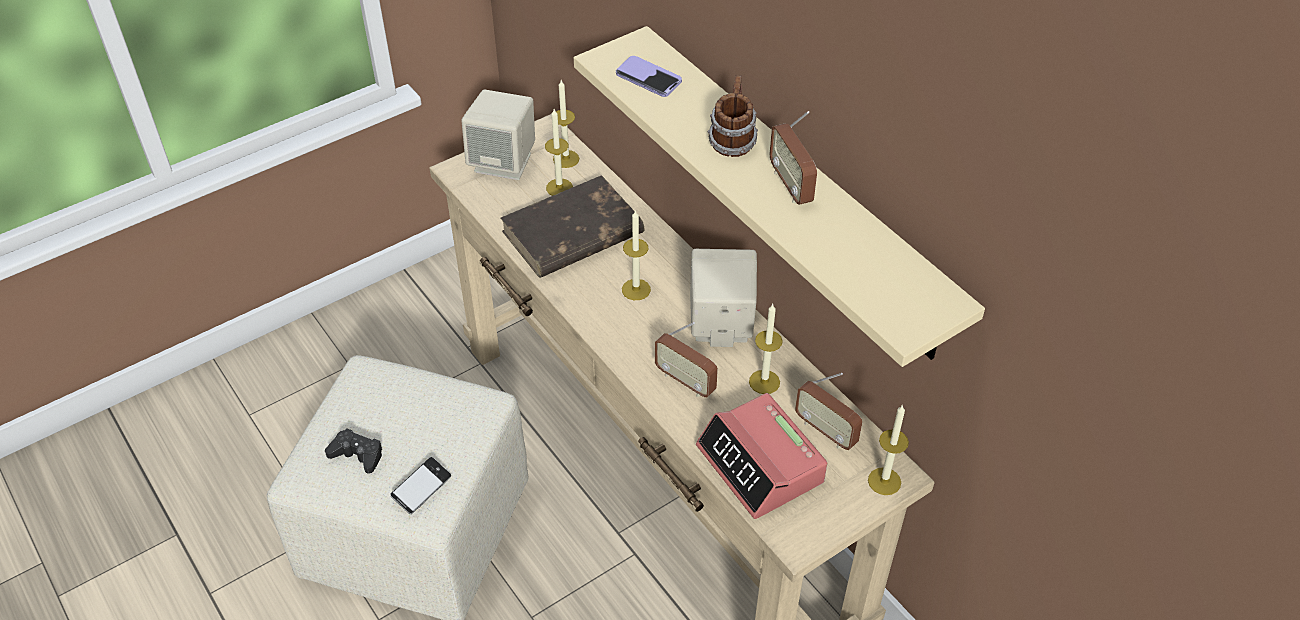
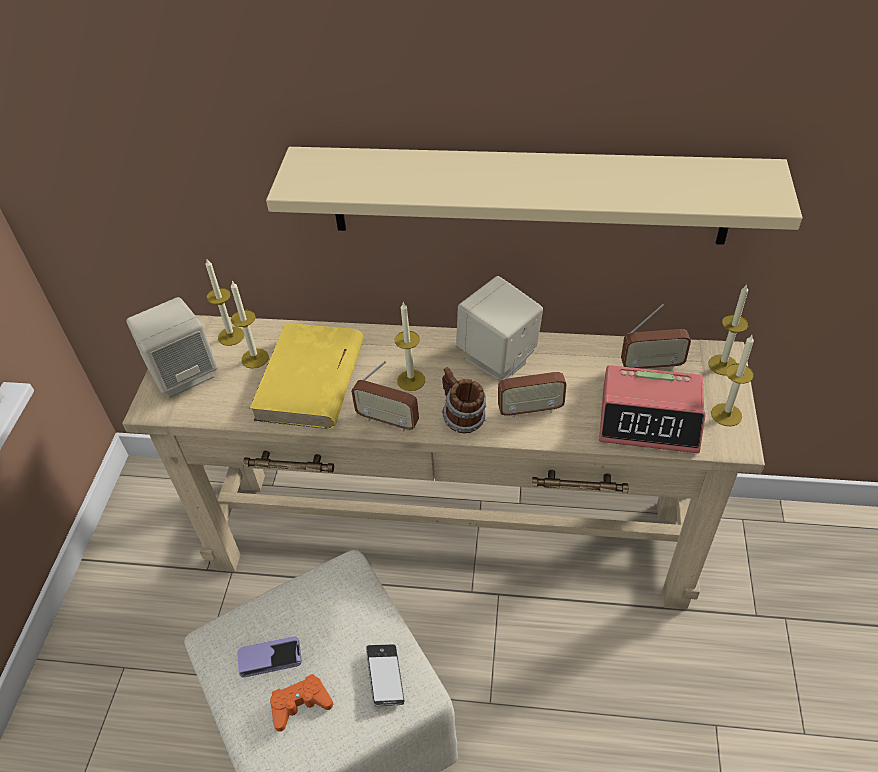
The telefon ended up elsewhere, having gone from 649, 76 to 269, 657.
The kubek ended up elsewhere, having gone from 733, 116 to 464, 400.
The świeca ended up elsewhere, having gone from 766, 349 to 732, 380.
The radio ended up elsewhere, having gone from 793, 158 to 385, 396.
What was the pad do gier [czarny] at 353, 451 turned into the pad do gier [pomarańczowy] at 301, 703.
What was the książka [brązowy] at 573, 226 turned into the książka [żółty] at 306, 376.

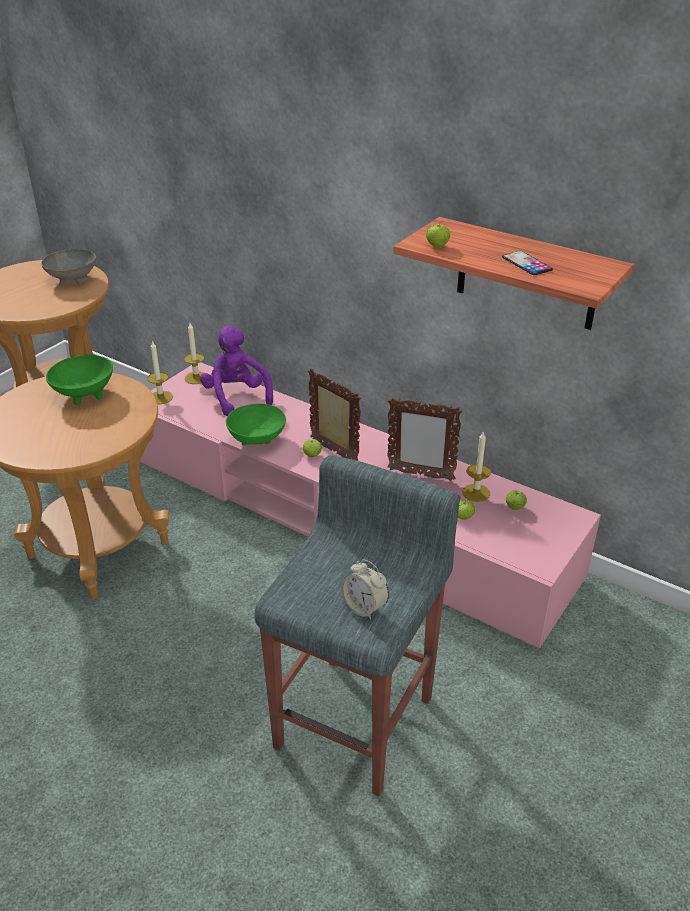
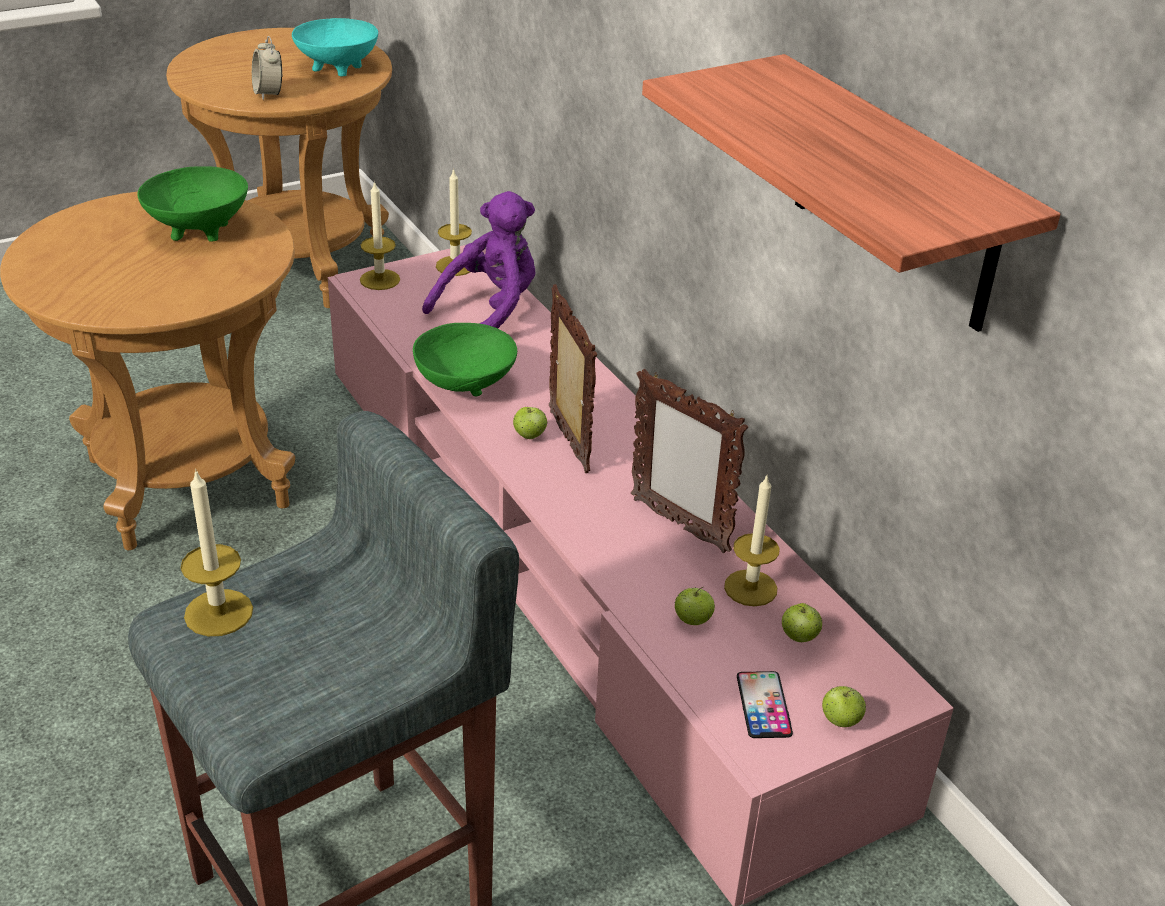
The second view gained the świeca at 217, 552.
The budzik ended up elsewhere, having gone from 365, 589 to 267, 68.
The jabłko ended up elsewhere, having gone from 438, 234 to 844, 706.
The telefon ended up elsewhere, having gone from 527, 263 to 765, 704.
What was the miska [szary] at 68, 267 turned into the miska [turkusowy] at 335, 47.
The pluszak [fioletowy] at 236, 371 ended up facing another way, 45 degrees clockwise from before.

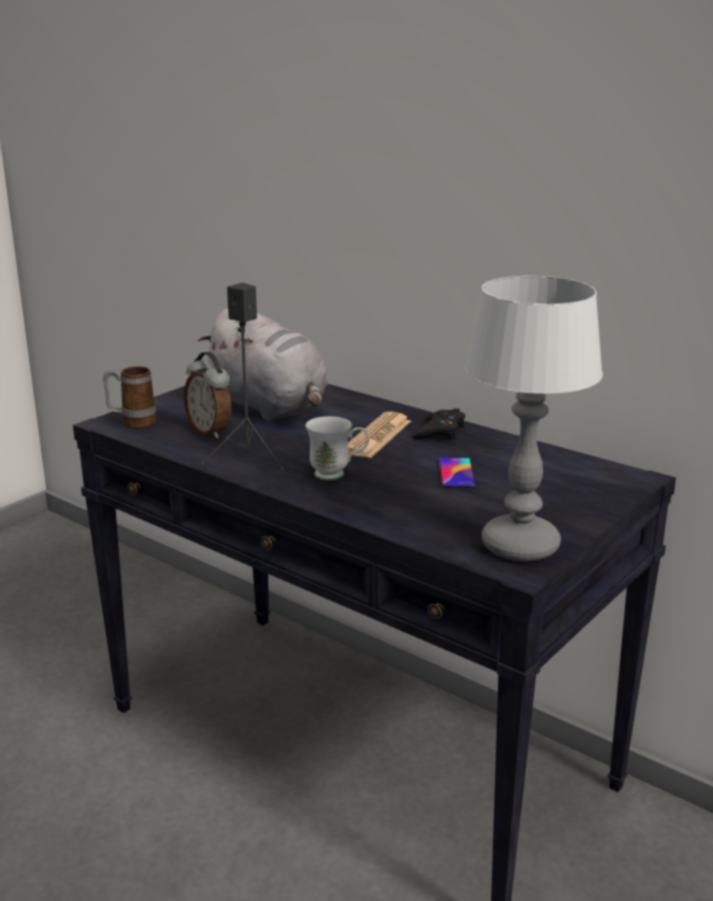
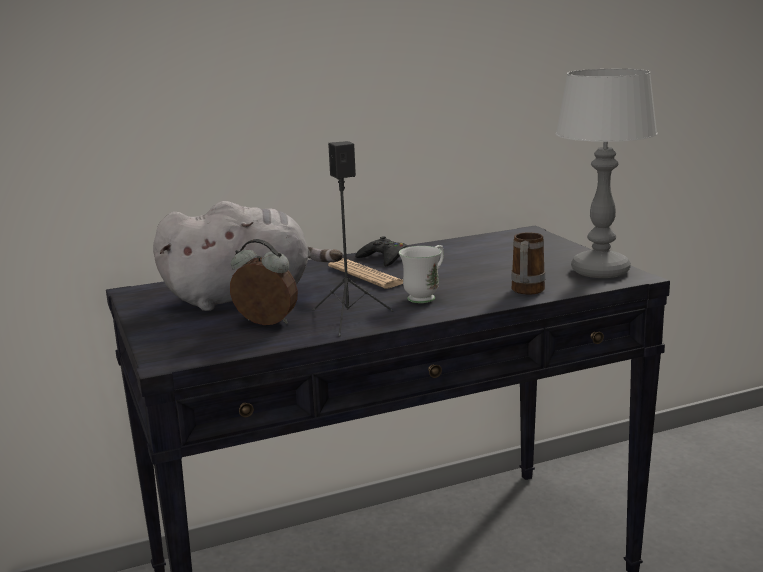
The second view lost the telefon at 456, 473.
The kubek ended up elsewhere, having gone from 129, 397 to 528, 263.
The budzik at 207, 395 ended up facing another way, 150 degrees counterclockwise from before.

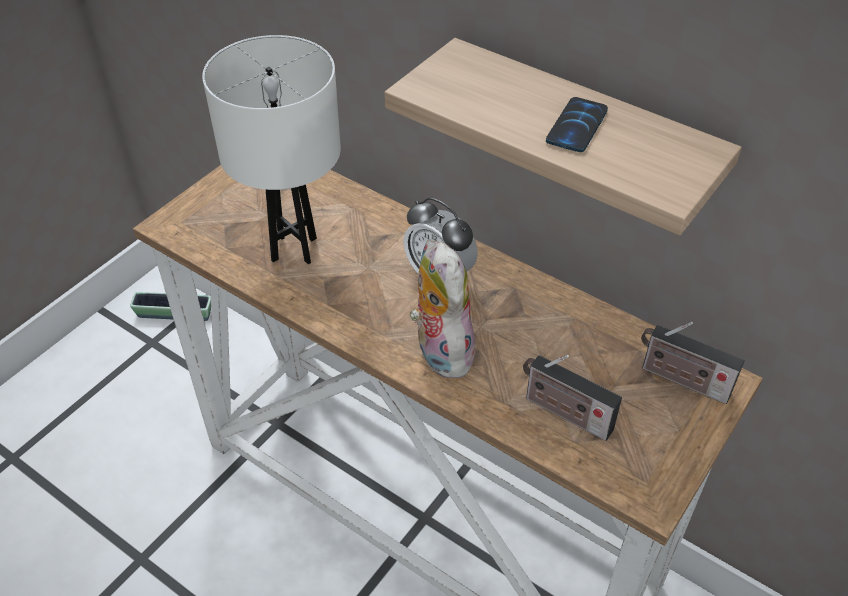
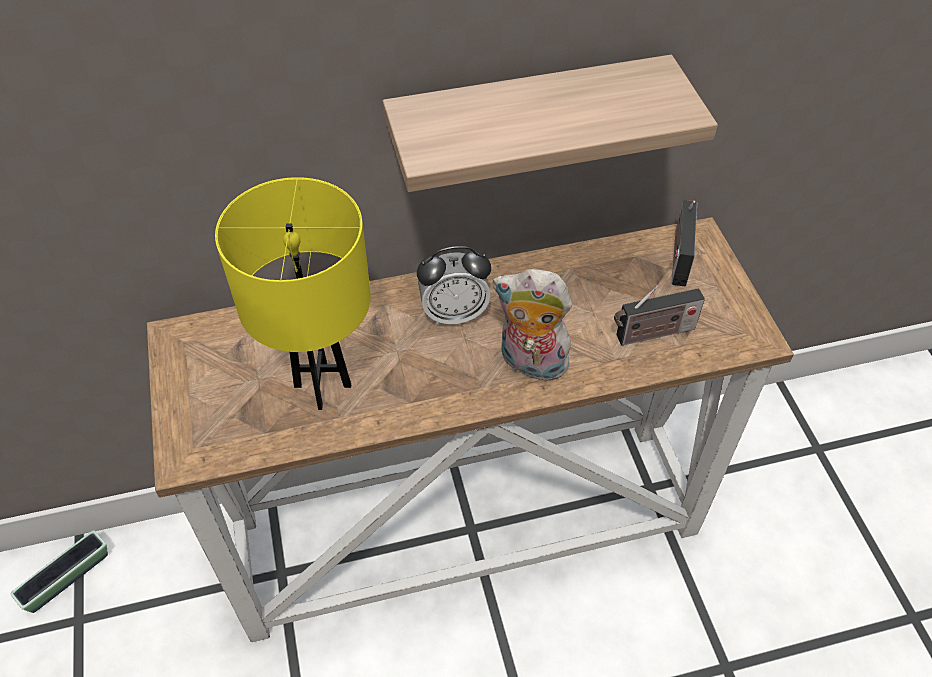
The second view lost the telefon at 577, 124.
What was the lampa stołowa [biały] at 271, 149 turned into the lampa stołowa [żółty] at 293, 293.
The radio at 693, 363 ended up facing another way, 120 degrees clockwise from before.

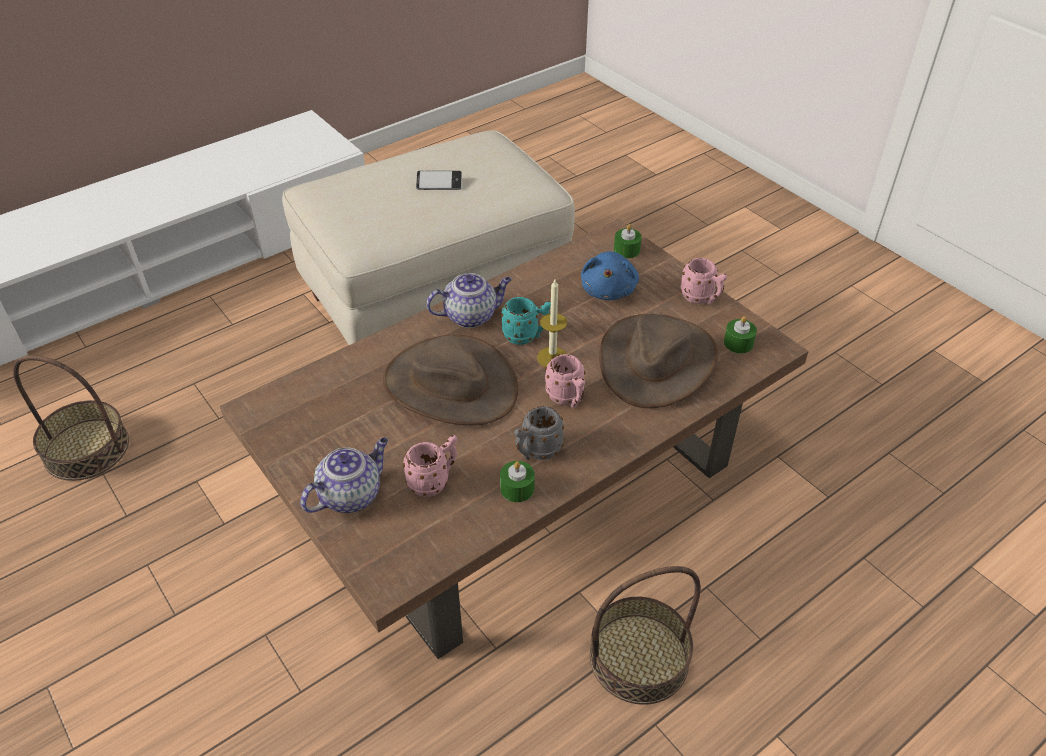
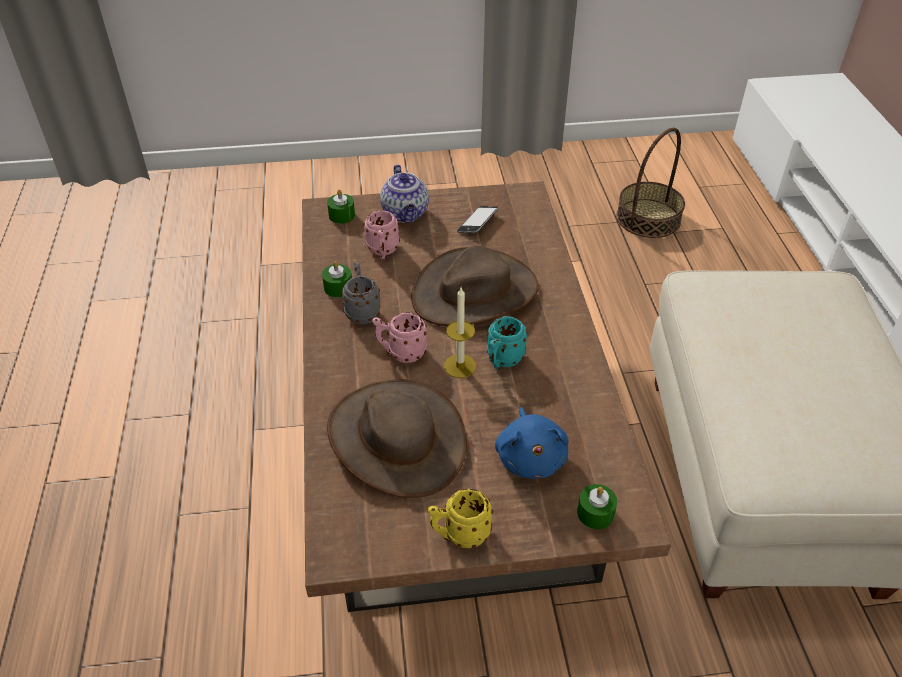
The second view lost the imbryk at 469, 300.
The second view lost the koszyk at 645, 635.
The telefon ended up elsewhere, having gone from 439, 180 to 478, 219.
The świeca [zielony] ended up elsewhere, having gone from 740, 334 to 341, 206.
What was the kubek [różowy] at 704, 281 turned into the kubek [żółty] at 460, 518.
The pluszak [niebieski] at 610, 275 ended up facing another way, 135 degrees counterclockwise from before.

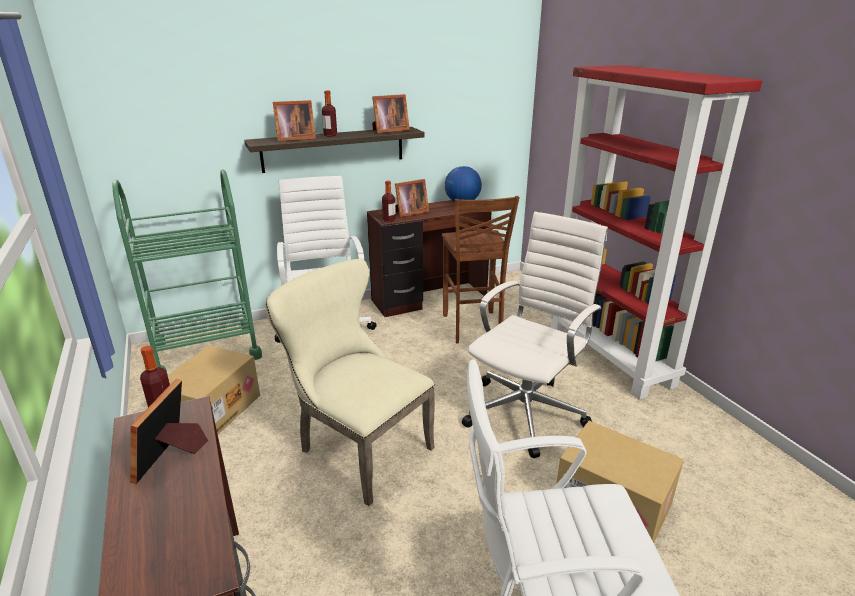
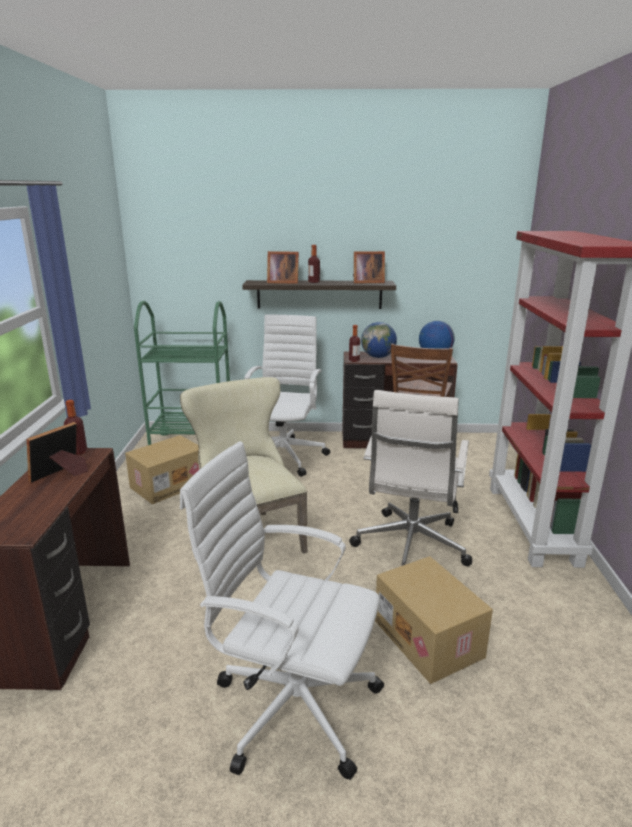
Where the ramka na zdjęcie stood at 412, 198, the globus came to stand at 379, 340.
The krzesło biurowe [biały] at 535, 335 ended up facing another way, 135 degrees clockwise from before.

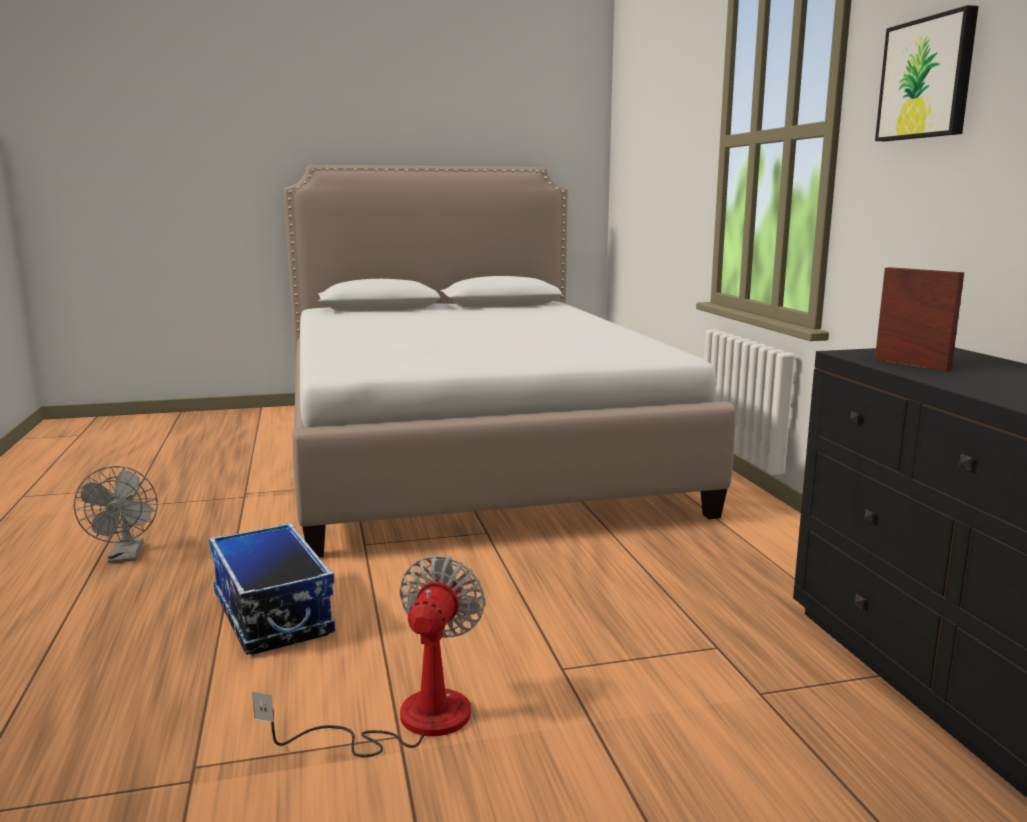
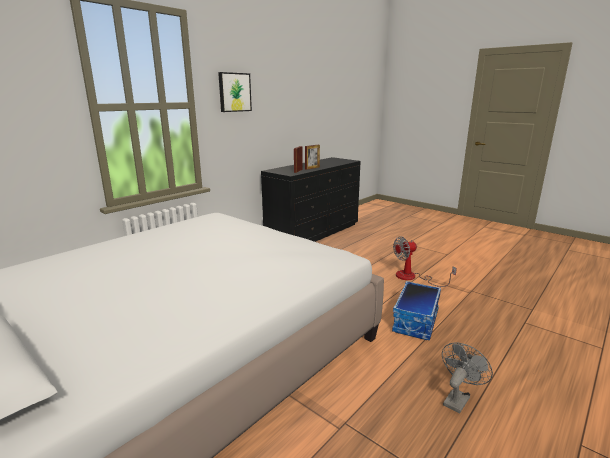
The second view gained the ramka na zdjęcie at 312, 157.

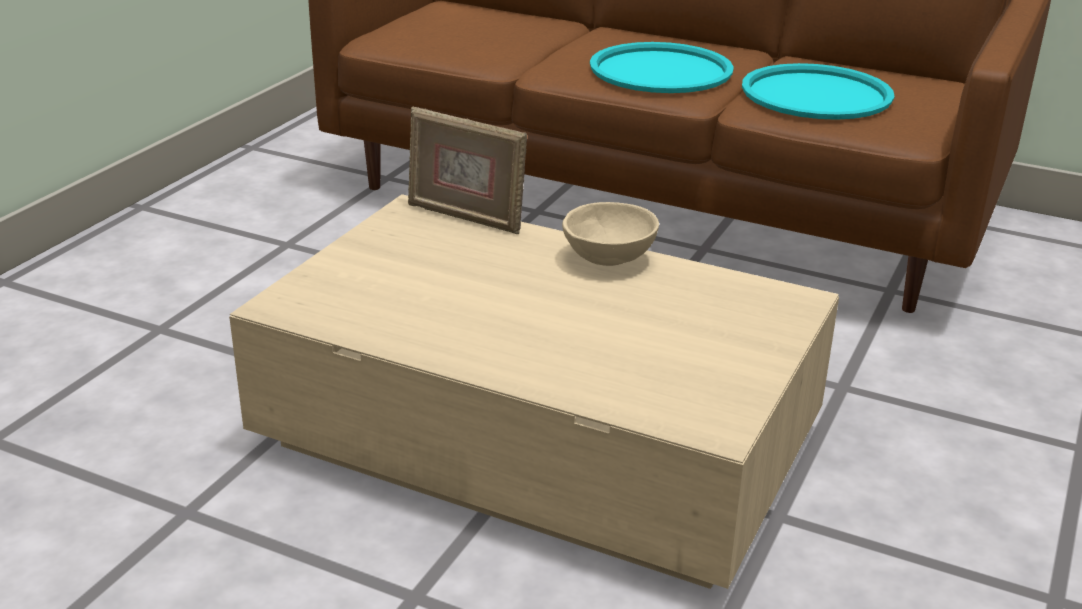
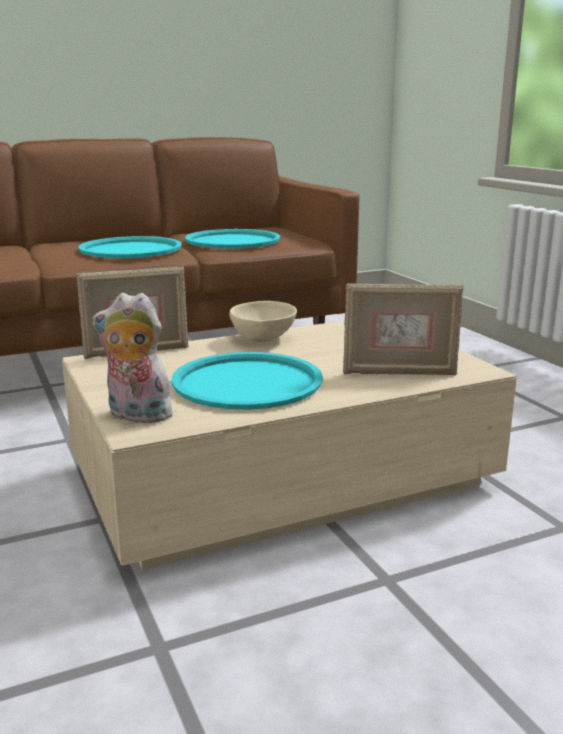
The second view gained the pluszak at 136, 358.
The second view gained the taca [turkusowy] at 247, 381.
The second view gained the ramka na zdjęcie at 403, 329.

